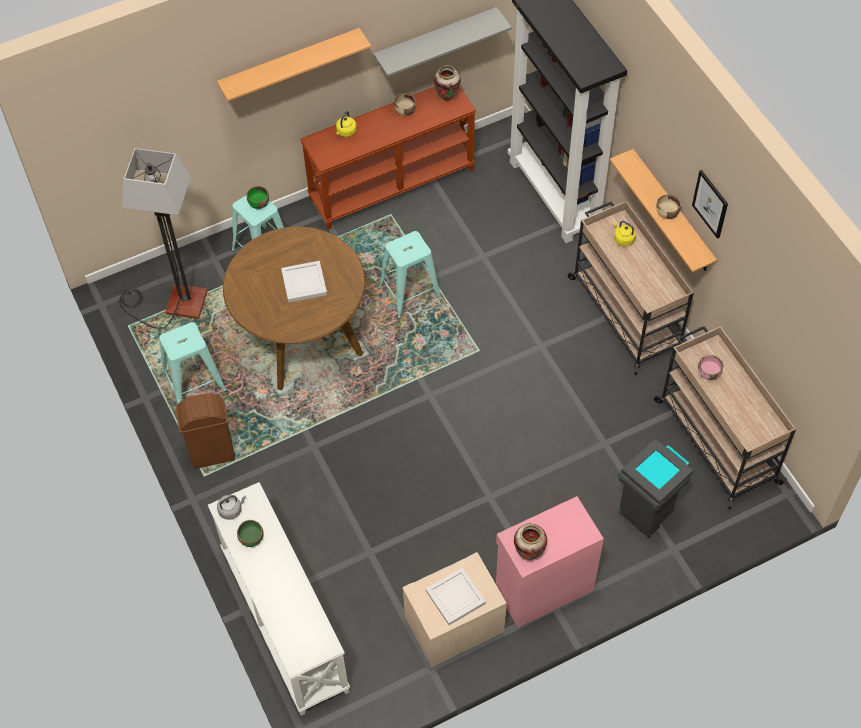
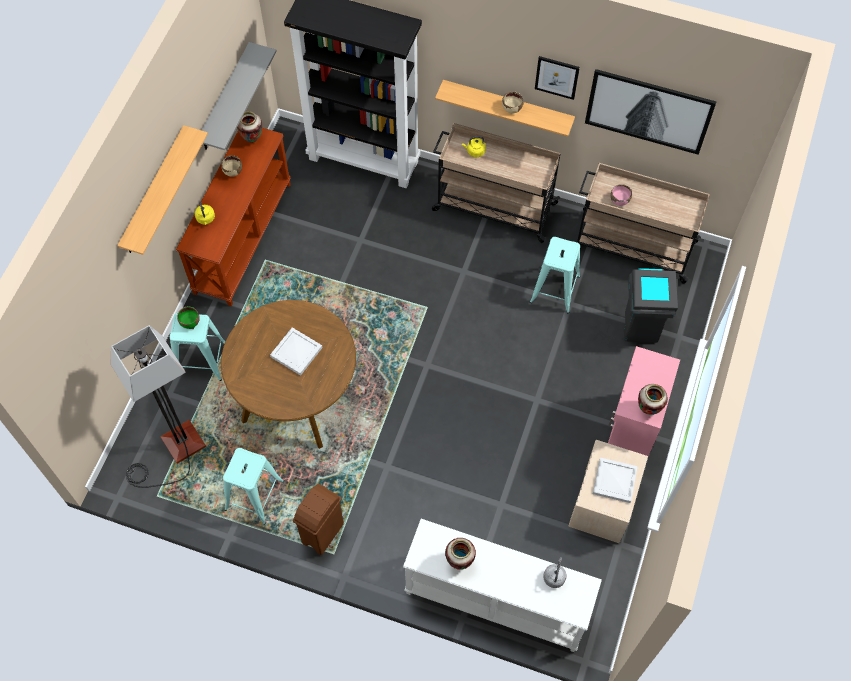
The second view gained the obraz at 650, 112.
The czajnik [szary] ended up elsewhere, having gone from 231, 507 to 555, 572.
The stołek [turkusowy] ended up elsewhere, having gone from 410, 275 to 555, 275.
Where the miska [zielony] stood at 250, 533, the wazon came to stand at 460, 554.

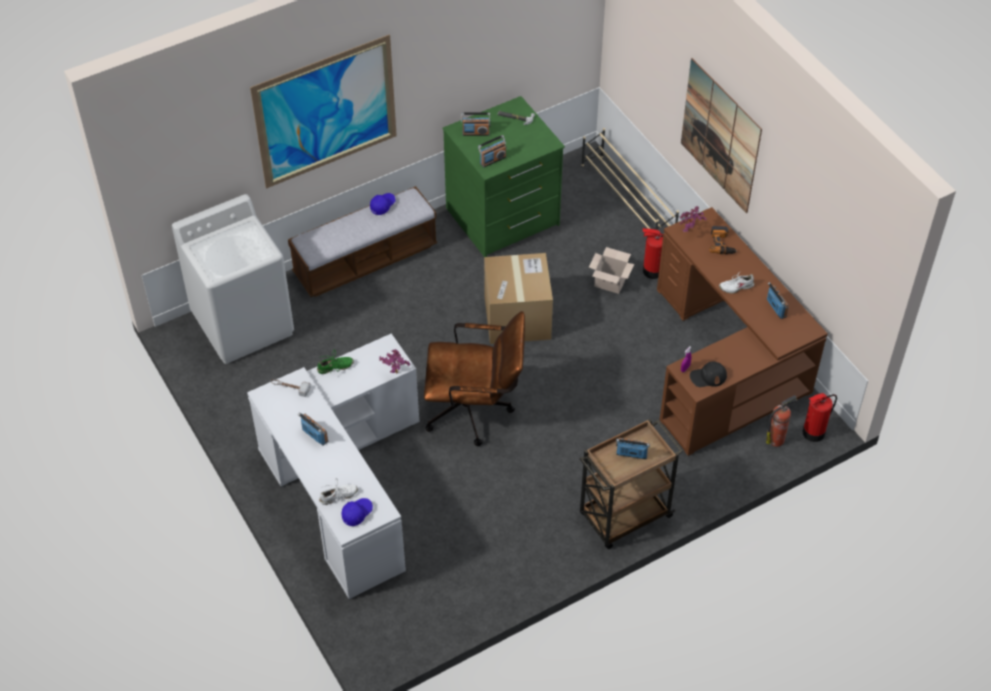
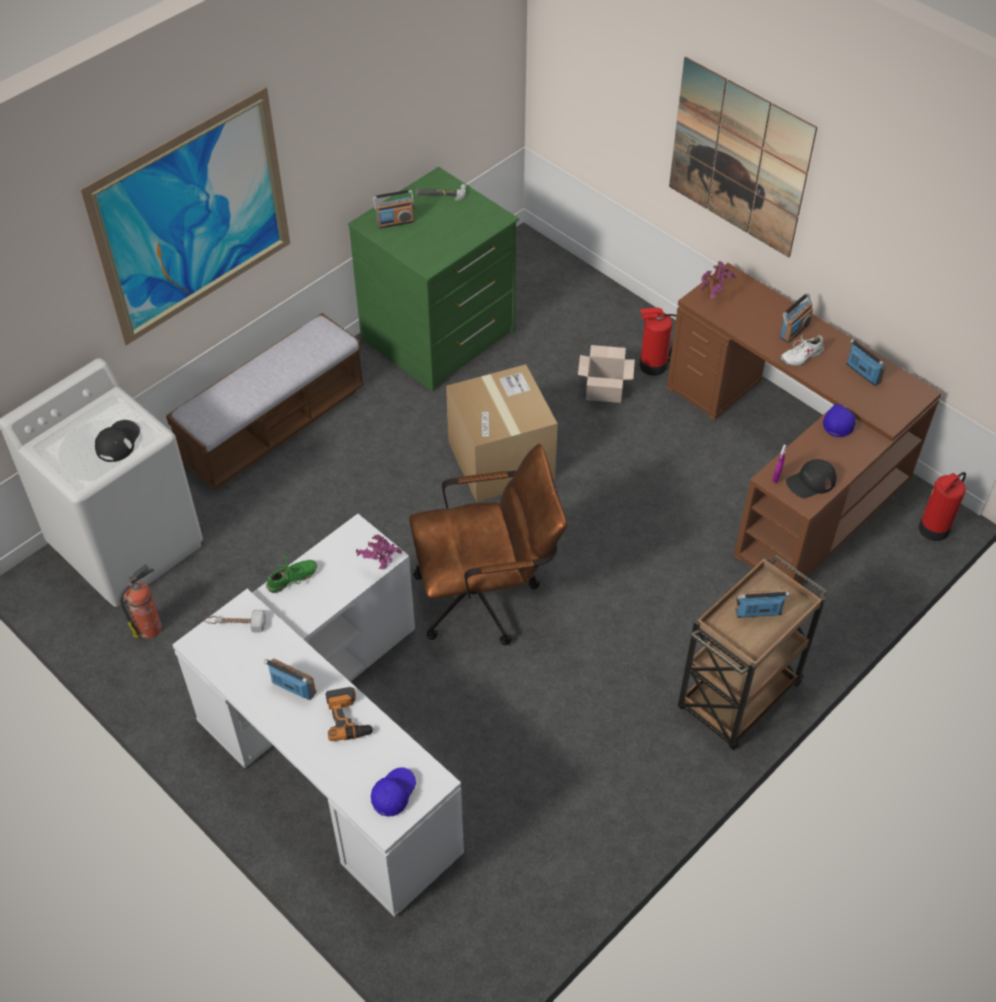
The second view lost the but [biały] at 338, 491.
The second view lost the regał na buty [beżowy] at 630, 179.
The second view gained the czapka z daszkiem [czarny] at 117, 441.
The czapka z daszkiem [niebieski] ended up elsewhere, having gone from 383, 204 to 839, 420.
The radio ended up elsewhere, having gone from 492, 151 to 797, 318.
The wiertarka ended up elsewhere, having gone from 723, 240 to 350, 714.
The gaśnica ended up elsewhere, having gone from 782, 421 to 140, 601.

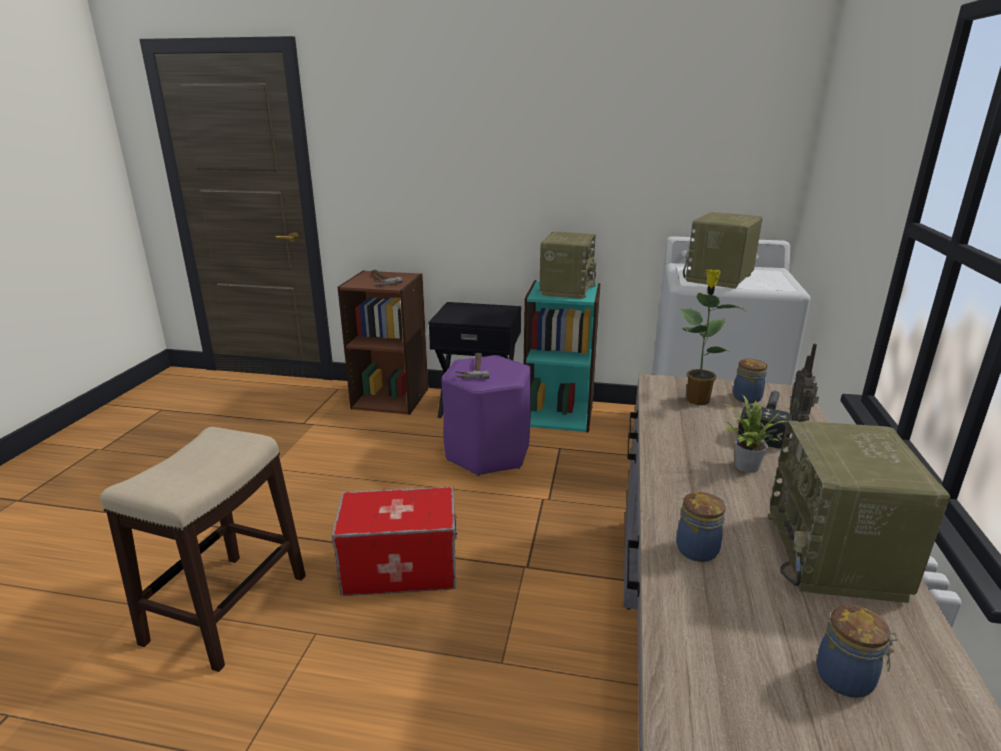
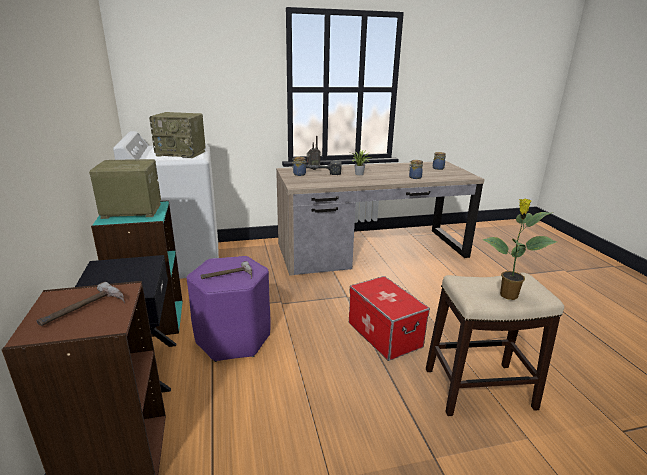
The second view lost the radio at 859, 512.
The roślina doniczkowa ended up elsewhere, having gone from 713, 337 to 519, 249.

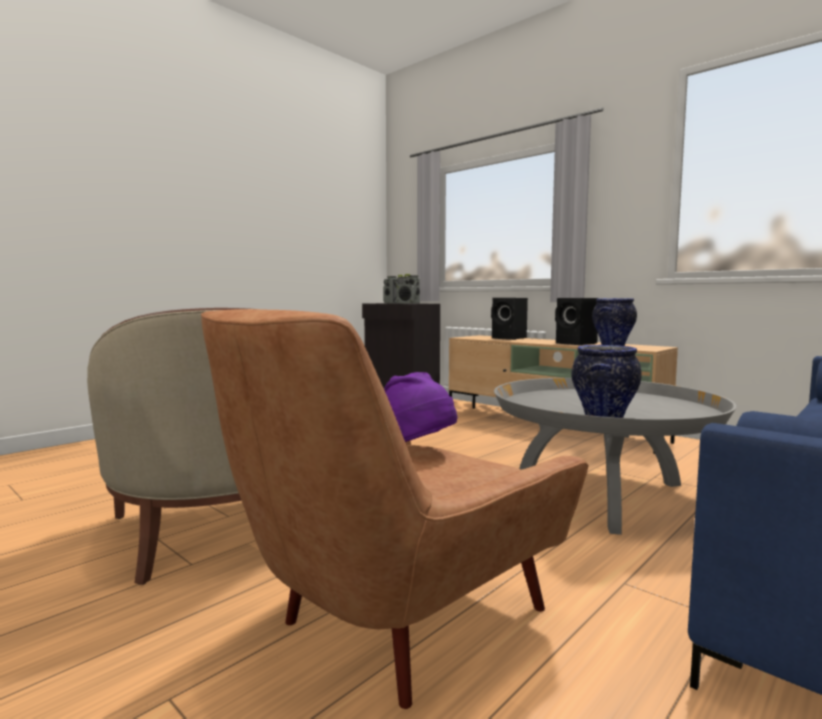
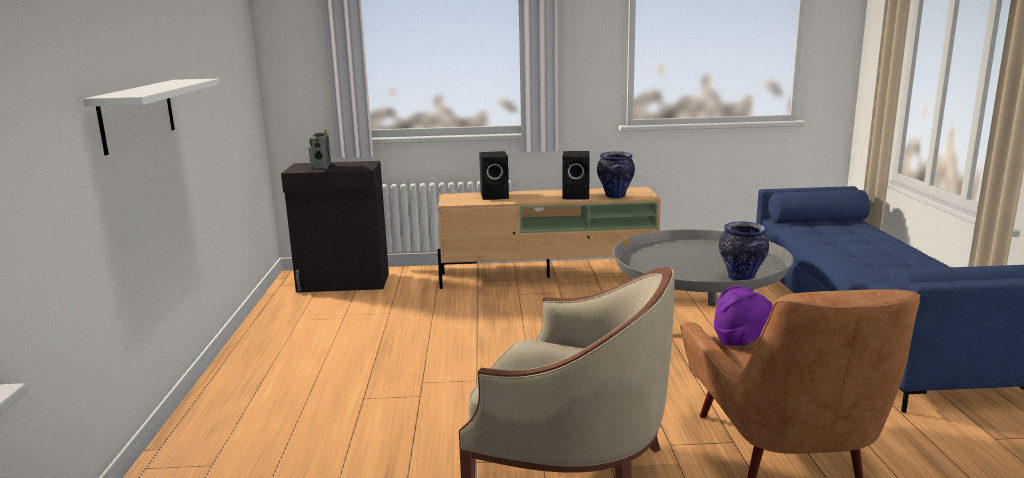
The second view lost the radio at 408, 289.
The second view gained the półka [biały] at 151, 117.

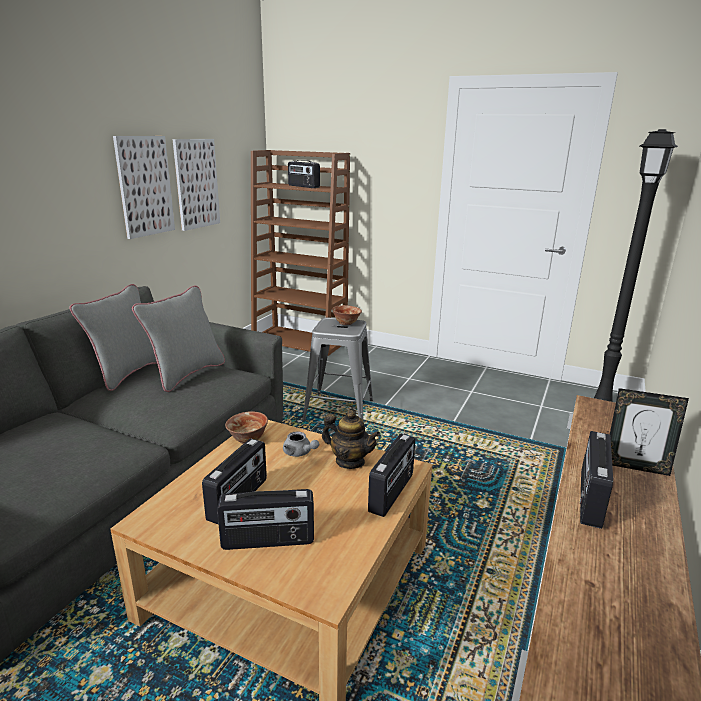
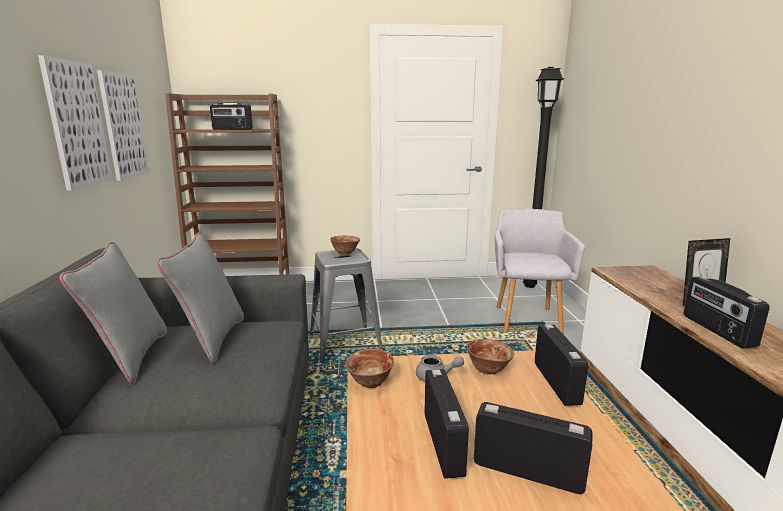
The second view gained the fotel [szary] at 540, 272.
Where the imbryk stood at 351, 439, the miska came to stand at 490, 357.
The radio at 265, 519 ended up facing another way, 120 degrees counterclockwise from before.

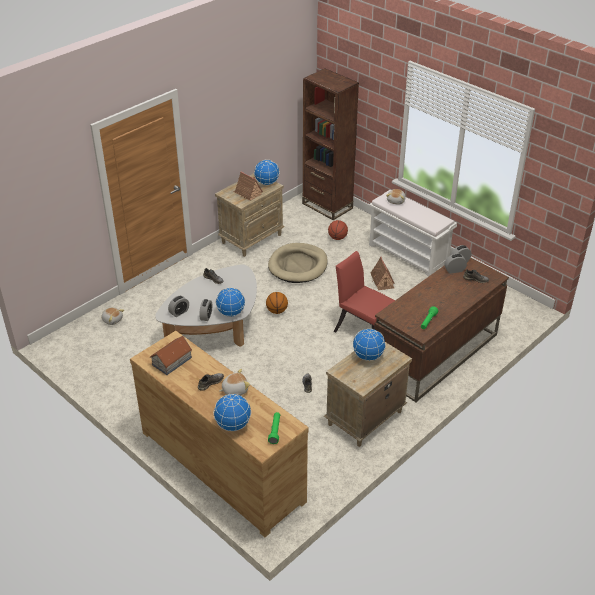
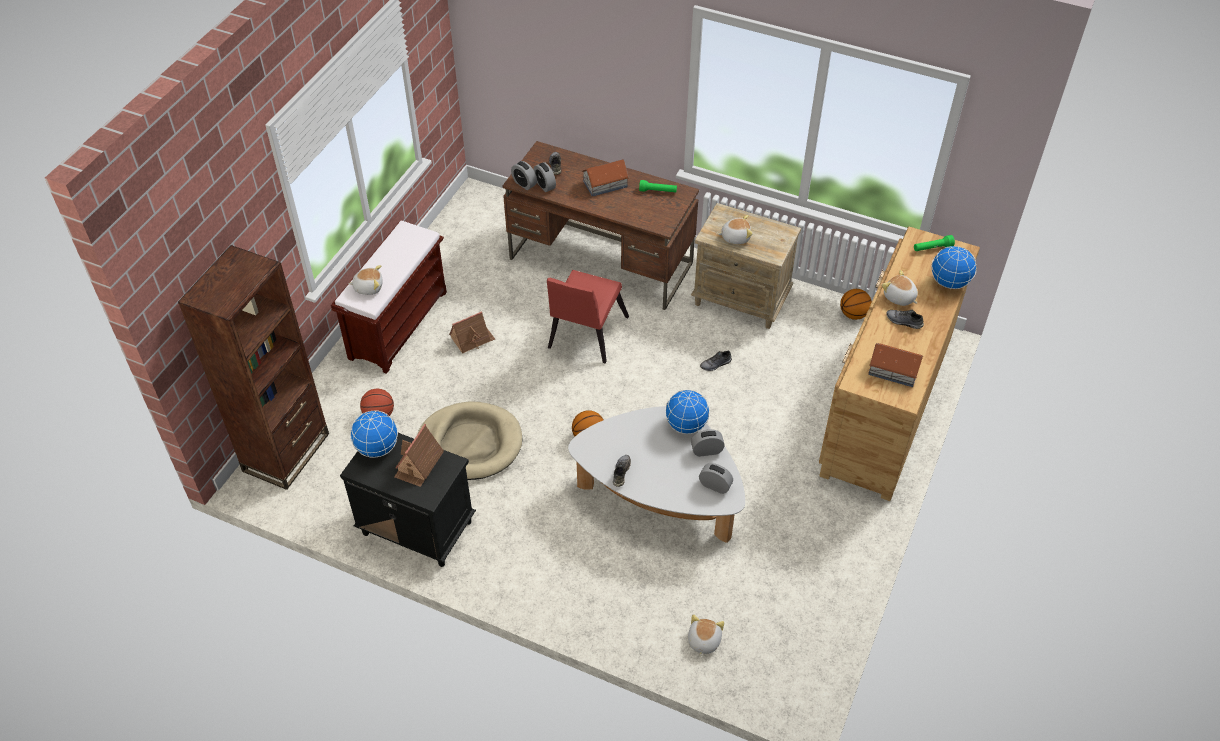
The second view gained the domek at 606, 178.
The second view gained the piłka do koszykówki at 856, 304.
Where the globus stood at 369, 344, the pluszak came to stand at 735, 229.
What was the szafka nocna [beżowy] at 250, 215 turned into the szafka nocna [czarny] at 408, 500.
What was the ławka [biały] at 413, 233 turned into the ławka [brązowy] at 389, 297.

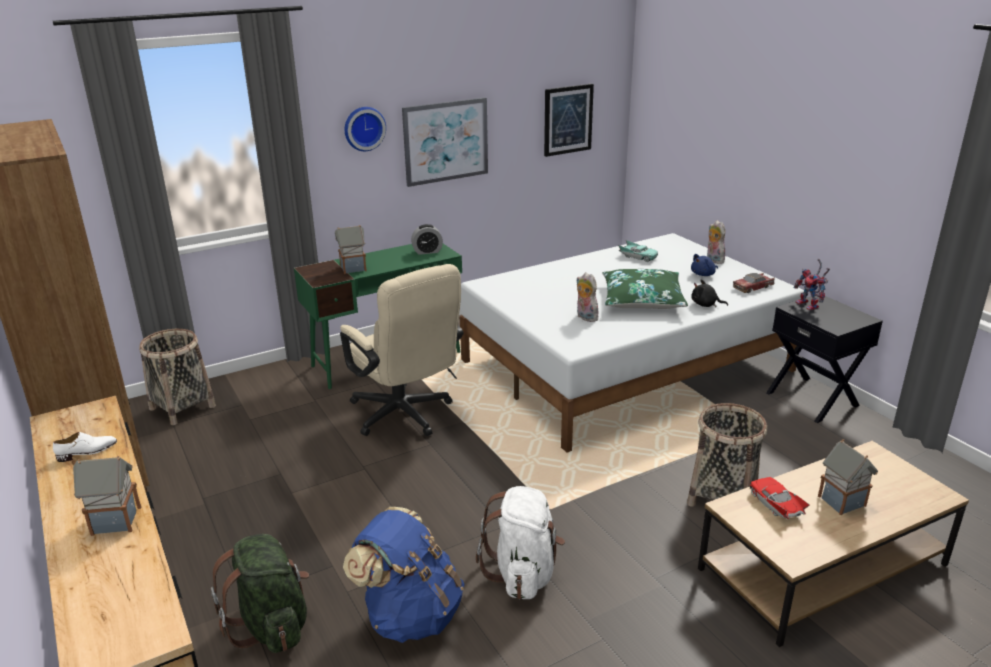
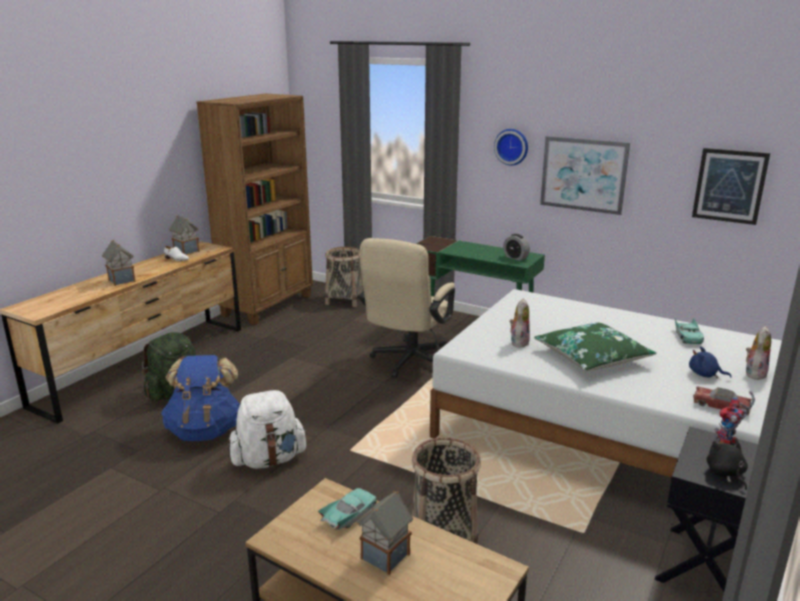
The domek ended up elsewhere, having gone from 351, 249 to 184, 235.
The pluszak [czarny] ended up elsewhere, having gone from 709, 293 to 727, 463.
What was the samochodzik [czerwony] at 780, 498 turned into the samochodzik [turkusowy] at 347, 509.

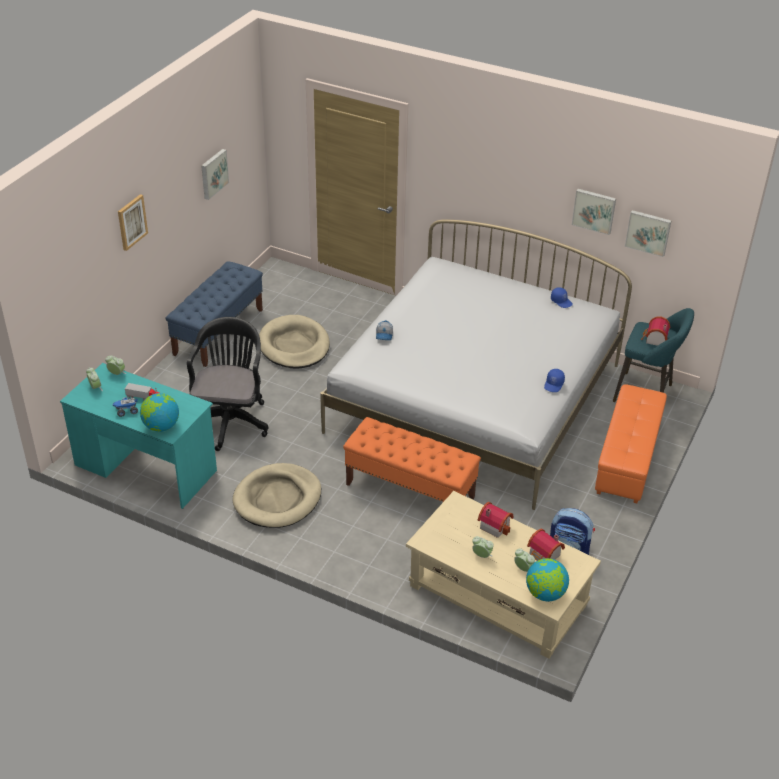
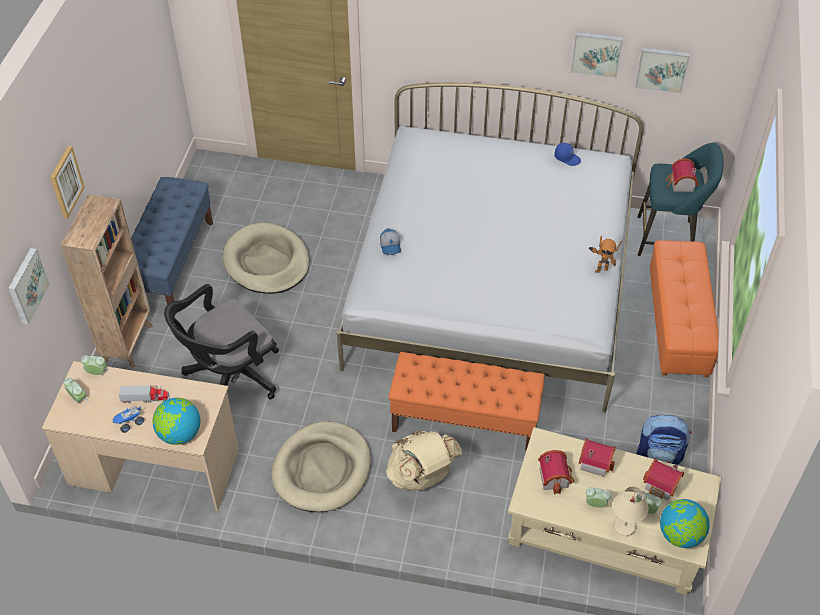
The second view gained the regał [brązowy] at 107, 281.
The second view gained the plecak [beżowy] at 424, 460.
The second view gained the domek at 556, 472.
The second view gained the lampa stołowa [beżowy] at 631, 511.
The obraz ended up elsewhere, having gone from 215, 174 to 29, 286.
Where the czapka z daszkiem [niebieski] stood at 554, 380, the robot zabawkowy came to stand at 605, 254.
What was the biurko [turkusowy] at 138, 436 turned into the biurko [beżowy] at 140, 436.
The krzesło biurowe [czarny] at 228, 384 ended up facing another way, 120 degrees counterclockwise from before.

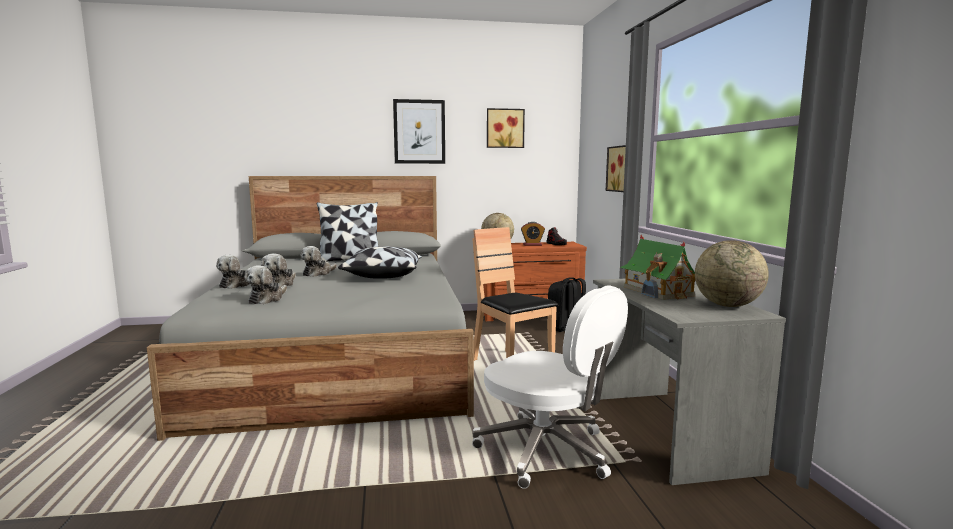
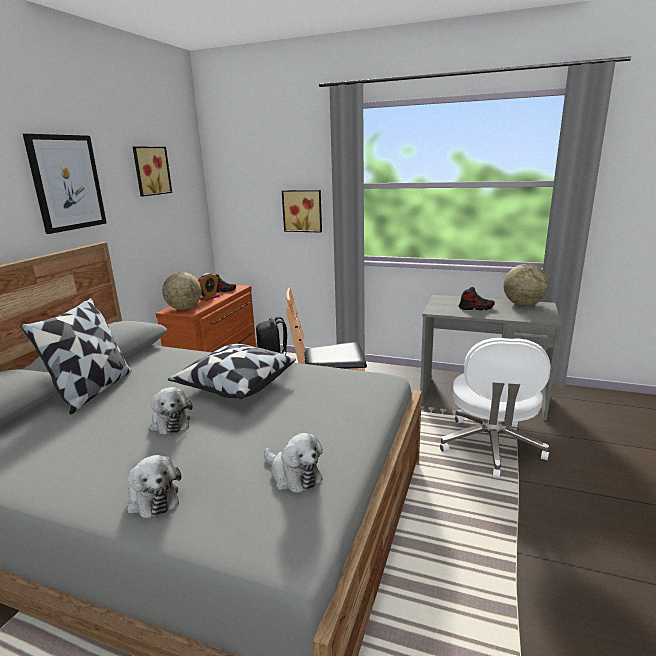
The second view lost the pluszak at 278, 270.
Where the domek stood at 658, 267, the but came to stand at 477, 298.
The krzesło biurowe [biały] at 550, 387 ended up facing another way, 120 degrees clockwise from before.

